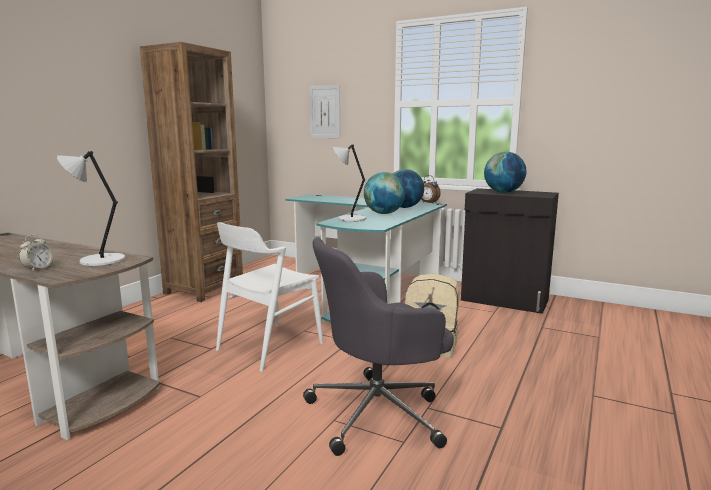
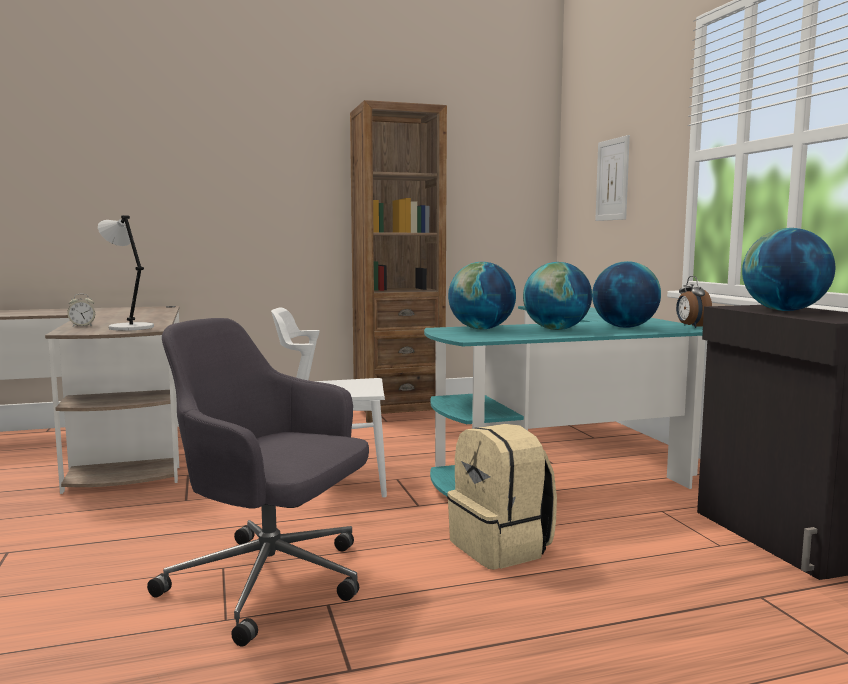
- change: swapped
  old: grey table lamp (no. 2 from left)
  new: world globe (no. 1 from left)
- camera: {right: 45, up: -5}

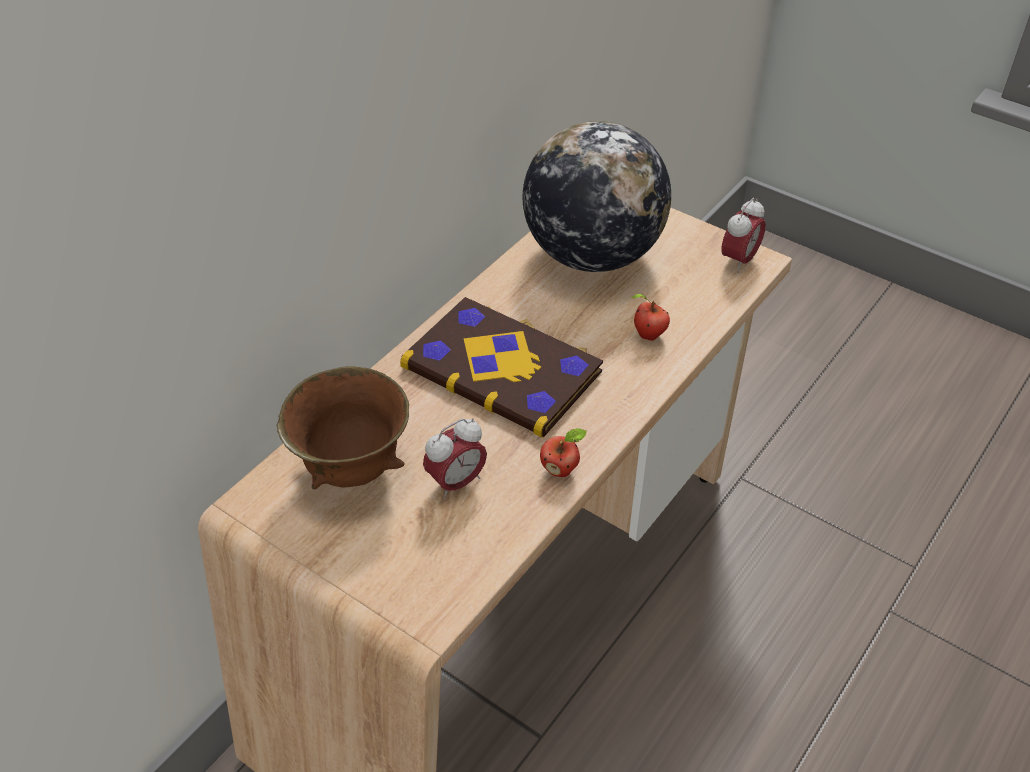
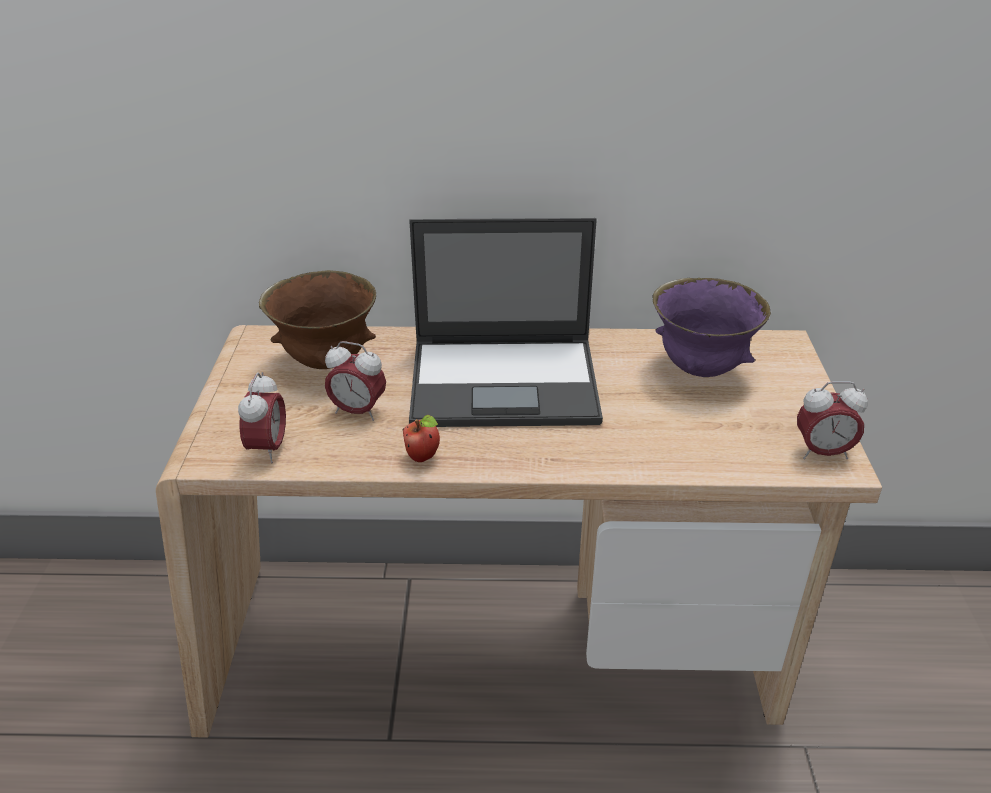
- change: new
  new: table clock (no. 1 from left)
- change: swapped
  old: bound book
  new: portable computer
- change: swapped
  old: world globe
  new: purple-coloured bowl
- change: gone
  old: whole apple (no. 2 from left)
- camera: {right: 55, up: -10}

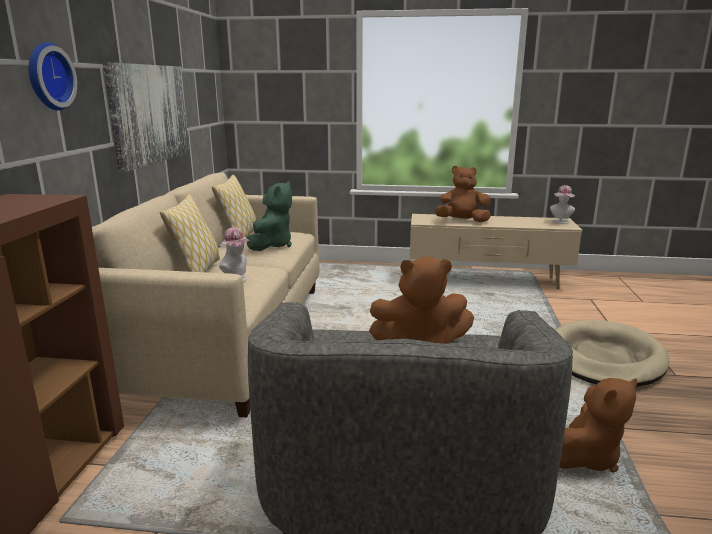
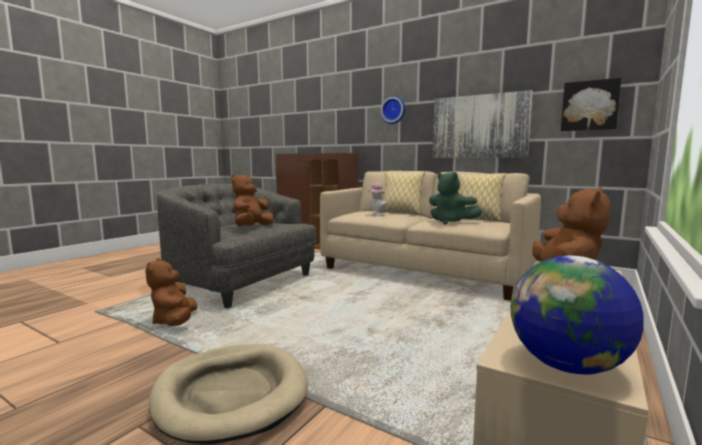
- change: swapped
  old: wearable hat (no. 2 from left)
  new: world globe
- change: new
  new: wall art (no. 2 from left)
- camera: {right: 115, up: -10}

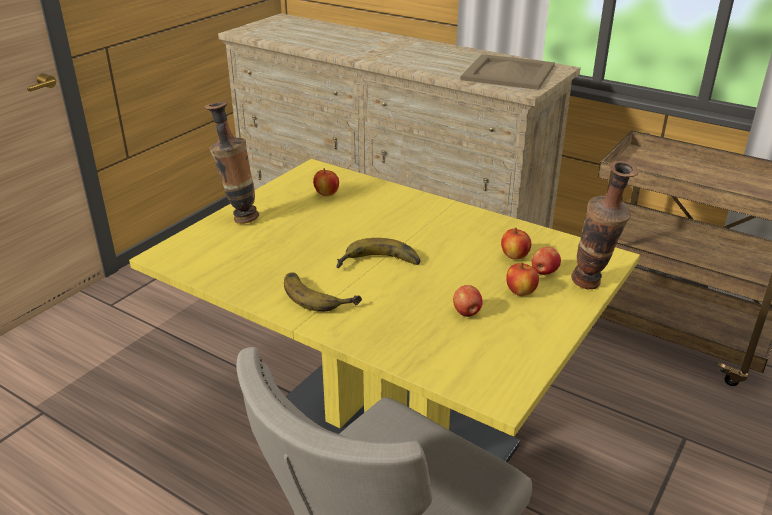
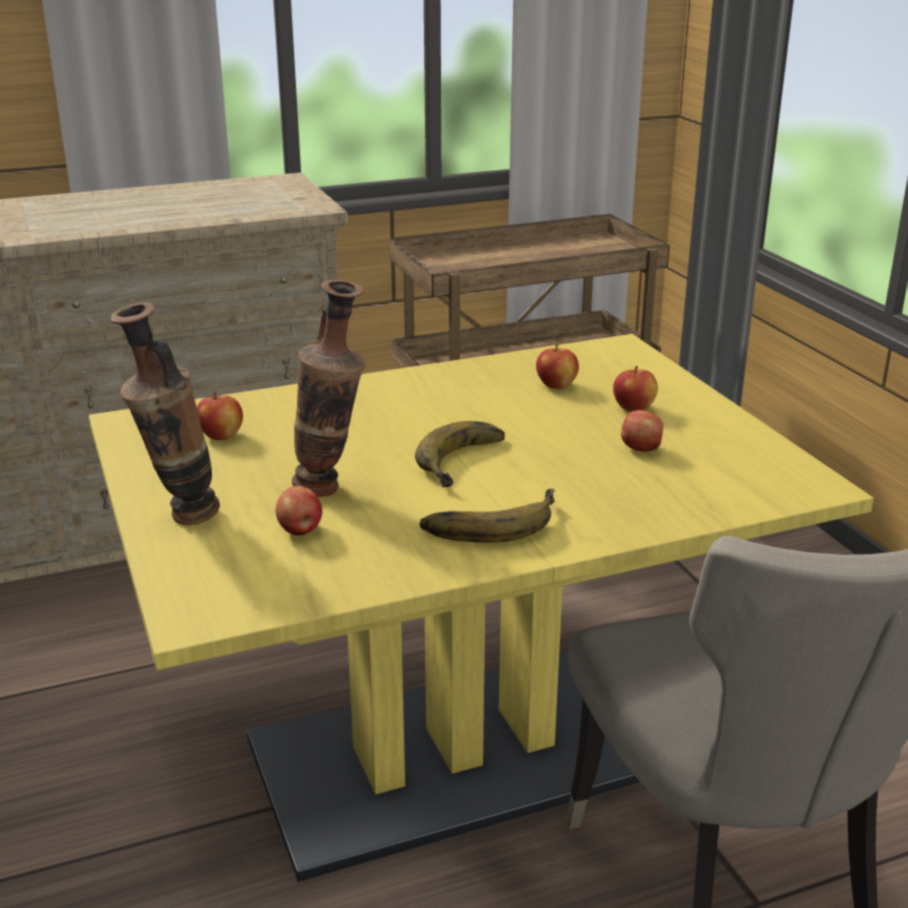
- change: shifted
  old: whole apple (no. 5 from left in the first image)
  new: whole apple (no. 2 from left)
- change: shifted
  old: decorative vase (no. 2 from left)
- change: gone
  old: beige-coloured carrying tray
- camera: {right: -55, up: -5}

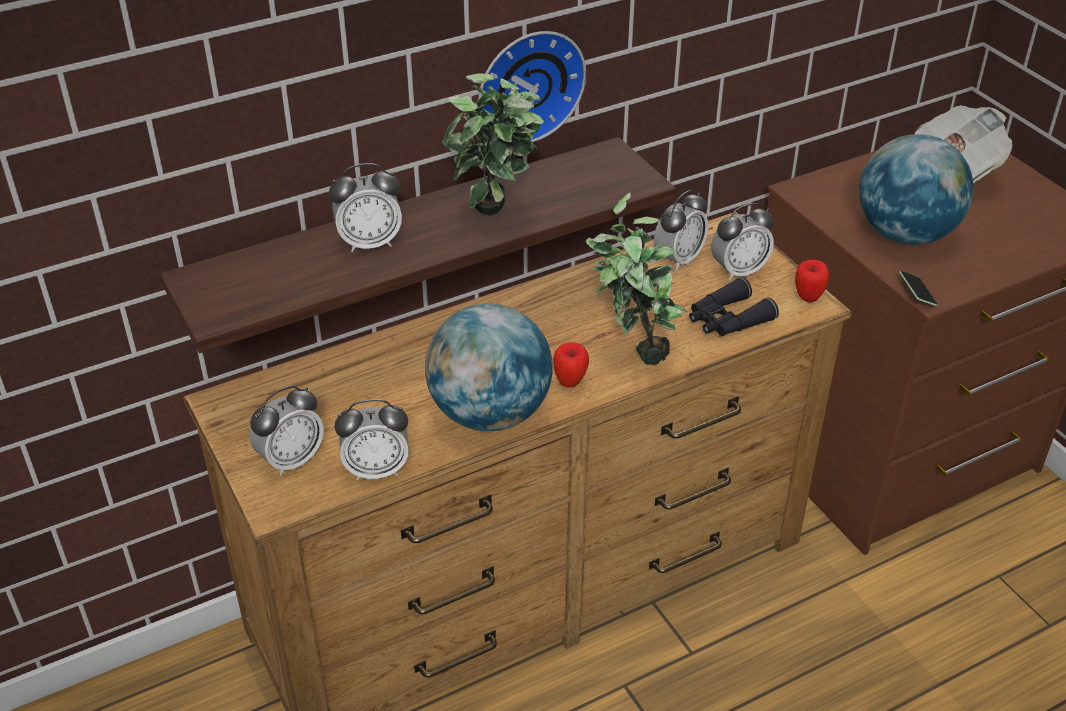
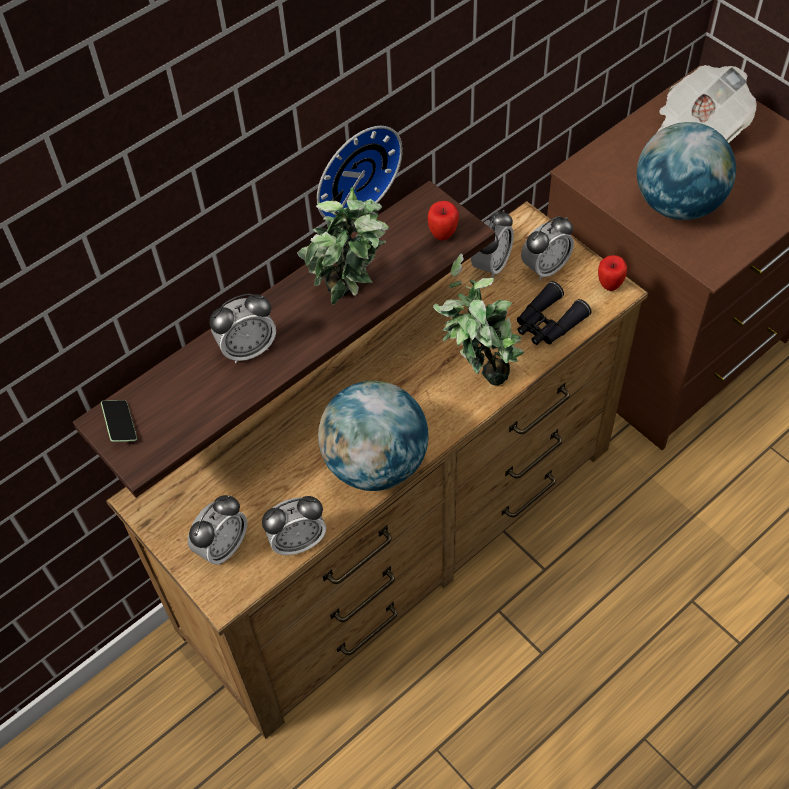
- change: shifted
  old: phone
- change: shifted
  old: whole apple (no. 1 from left)
- camera: {right: -10, up: 15}

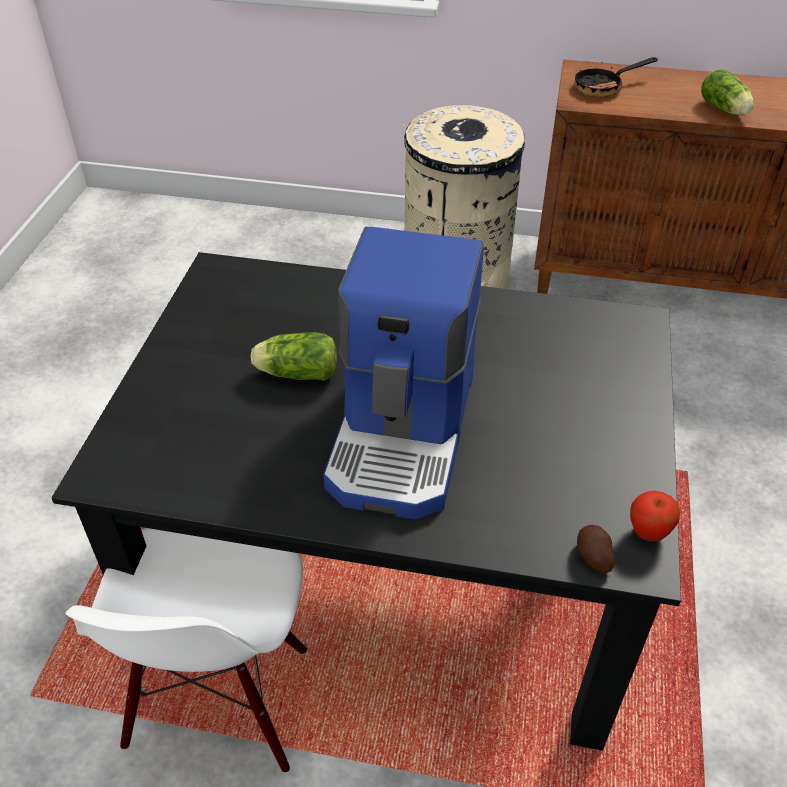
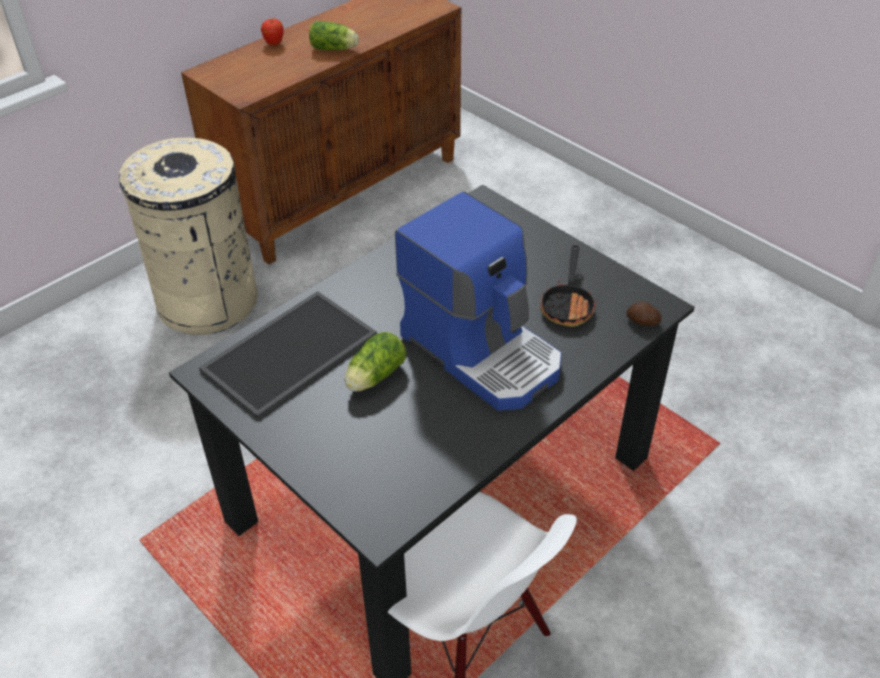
- change: new
  new: carrying tray
- change: shifted
  old: whole apple
- change: shifted
  old: skillet
- camera: {right: -55, up: 0}

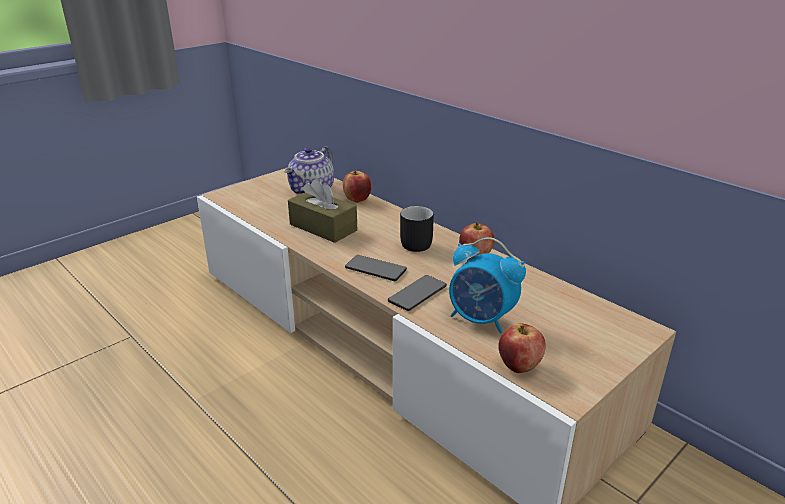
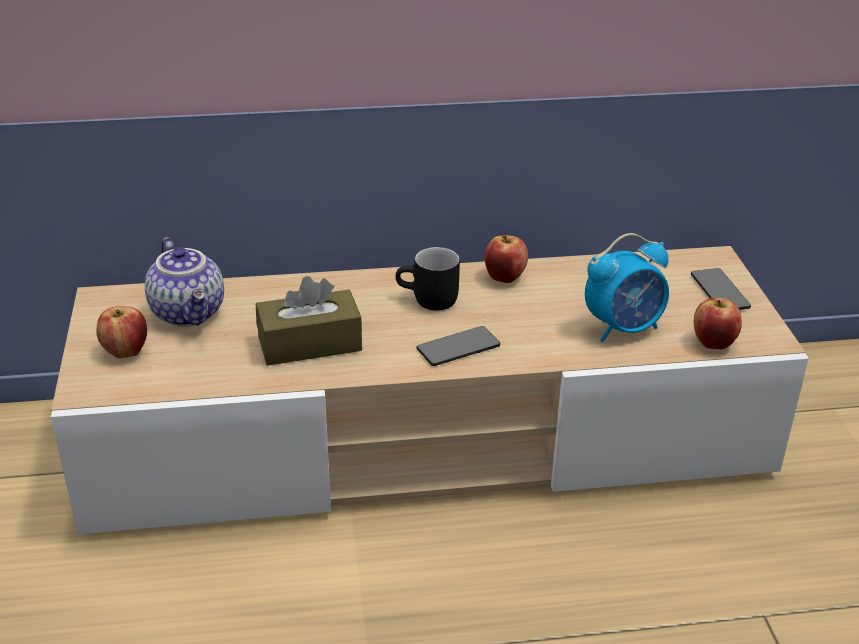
- change: shifted
  old: whole apple (no. 1 from left)
- change: shifted
  old: phone (no. 2 from left)
- camera: {right: -55, up: 5}

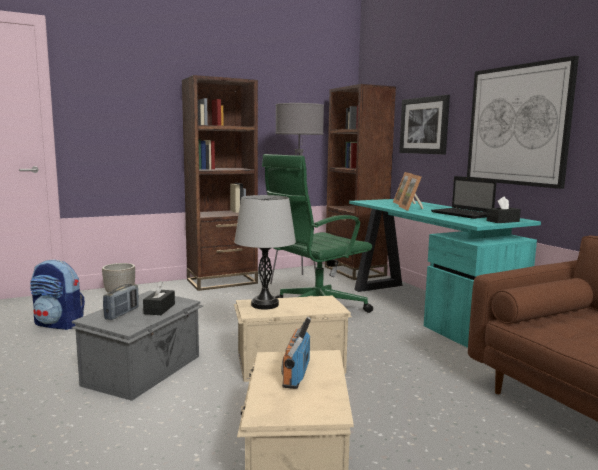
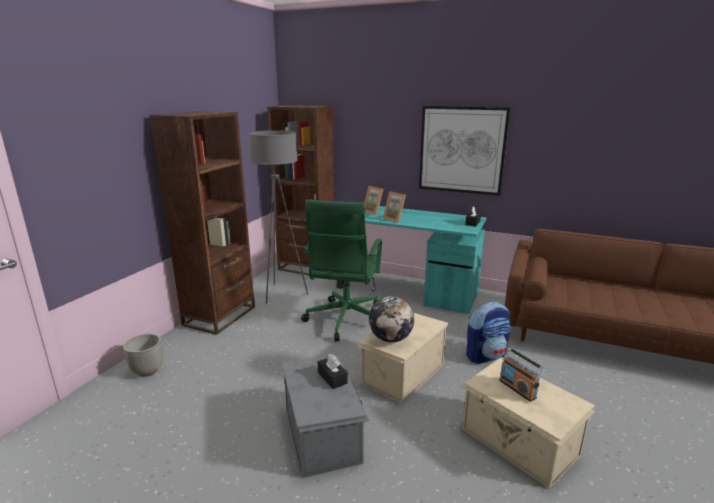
- change: swapped
  old: grey table lamp
  new: world globe
- change: shifted
  old: rucksack
- change: gone
  old: radio (no. 1 from left)
- change: gone
  old: wall art (no. 1 from left)
- change: gone
  old: portable computer
- camera: {right: -40, up: 10}

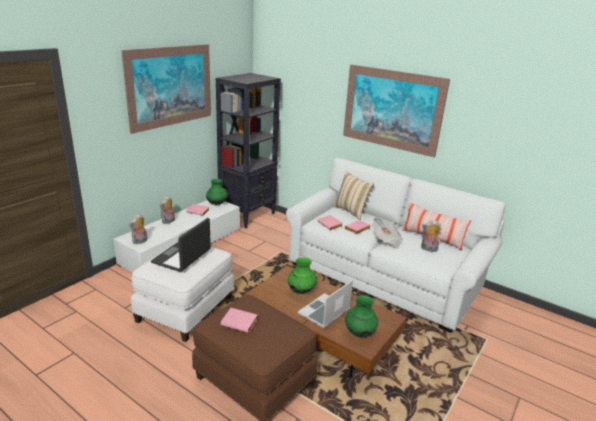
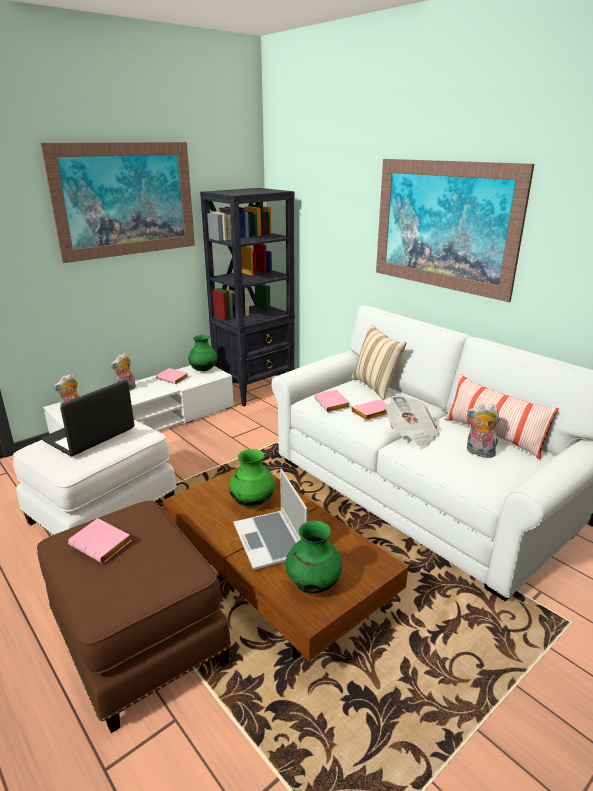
- change: rotated
  old: portable computer (no. 2 from left)
  degrees: -75
- camera: {right: 15, up: 0}

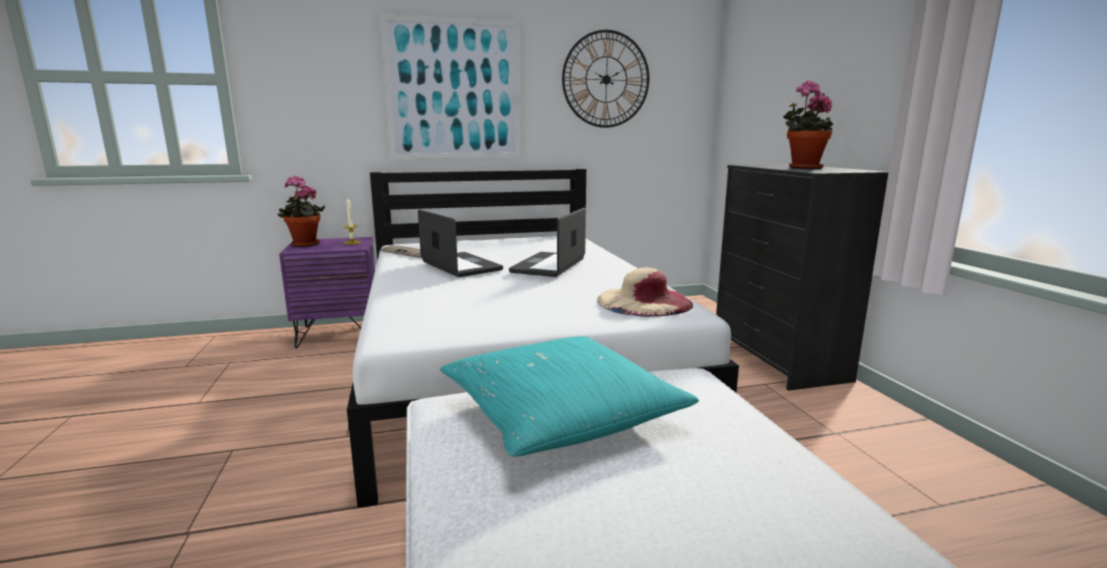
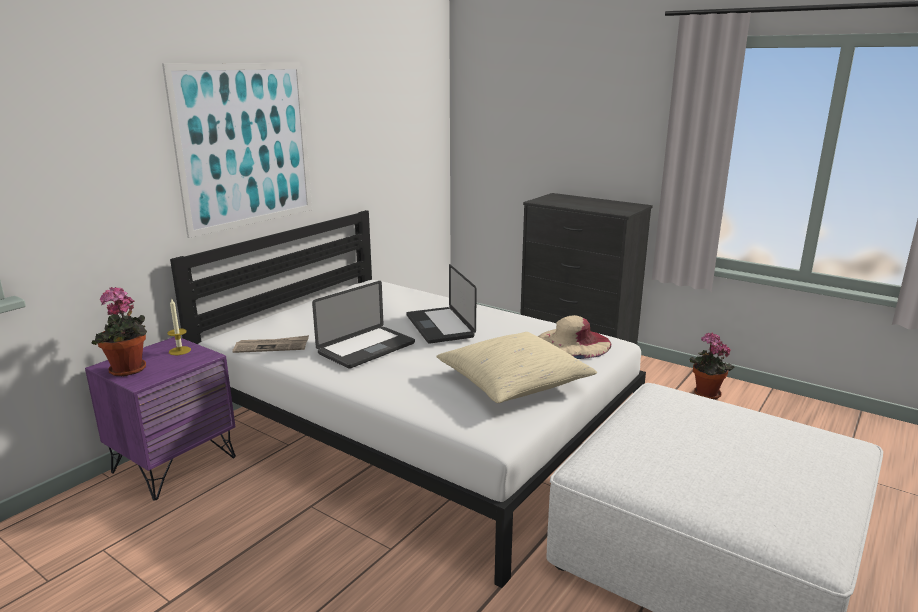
- change: rotated
  old: portable computer (no. 1 from left)
  degrees: 120
- change: new
  new: beige-coloured throw pillow
- change: shifted
  old: plant in a pot (no. 2 from left)
- change: gone
  old: turquoise-coloured throw pillow
- change: gone
  old: clock on the wall
- camera: {right: -40, up: 5}

